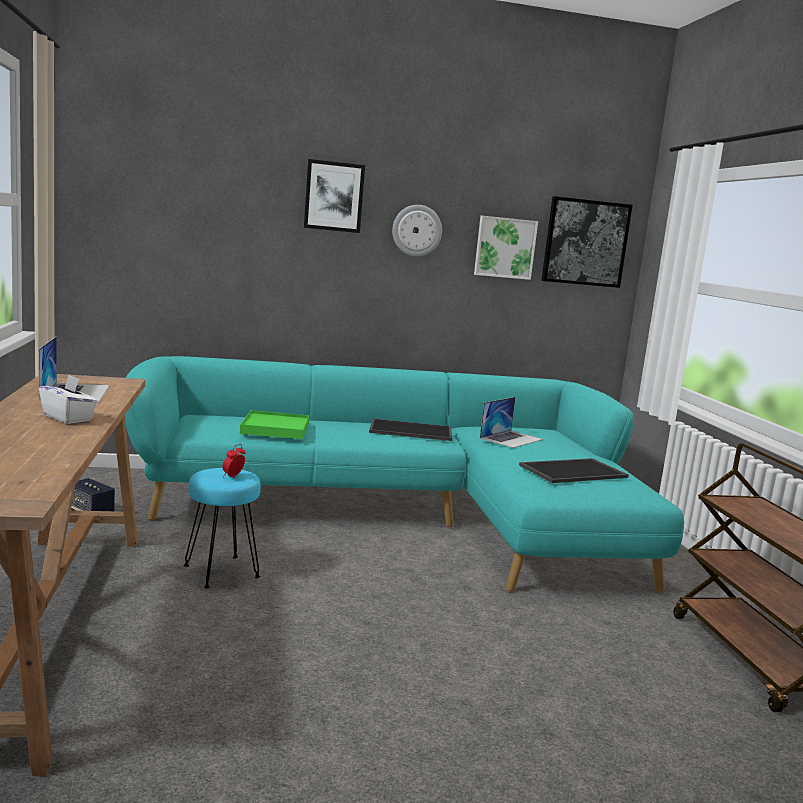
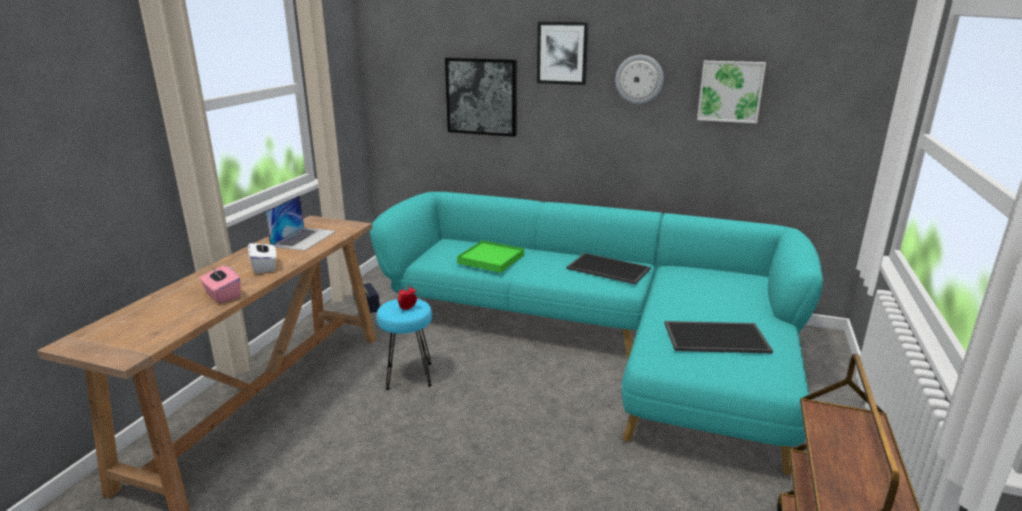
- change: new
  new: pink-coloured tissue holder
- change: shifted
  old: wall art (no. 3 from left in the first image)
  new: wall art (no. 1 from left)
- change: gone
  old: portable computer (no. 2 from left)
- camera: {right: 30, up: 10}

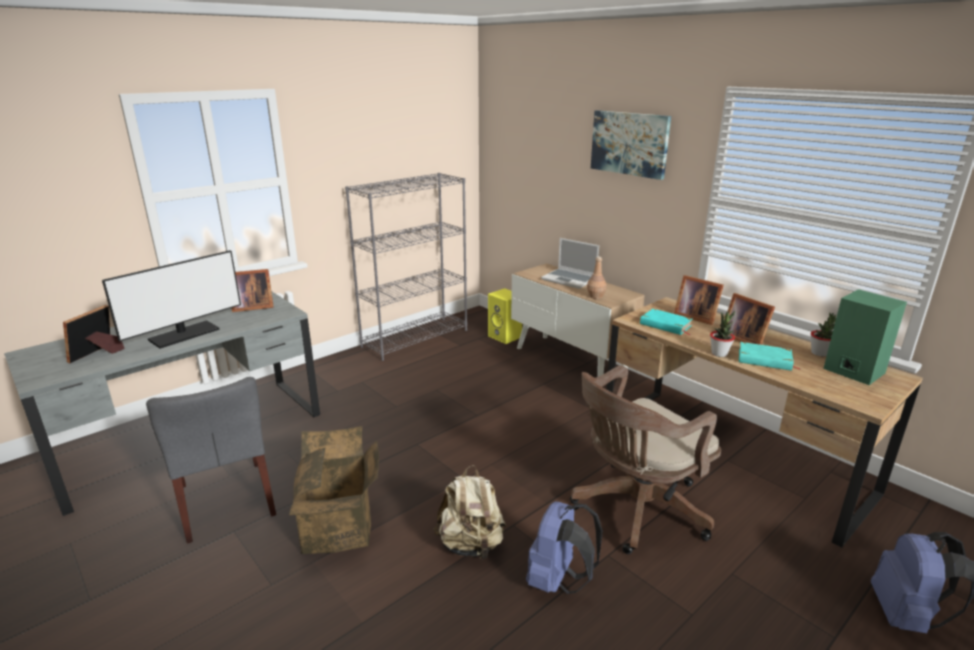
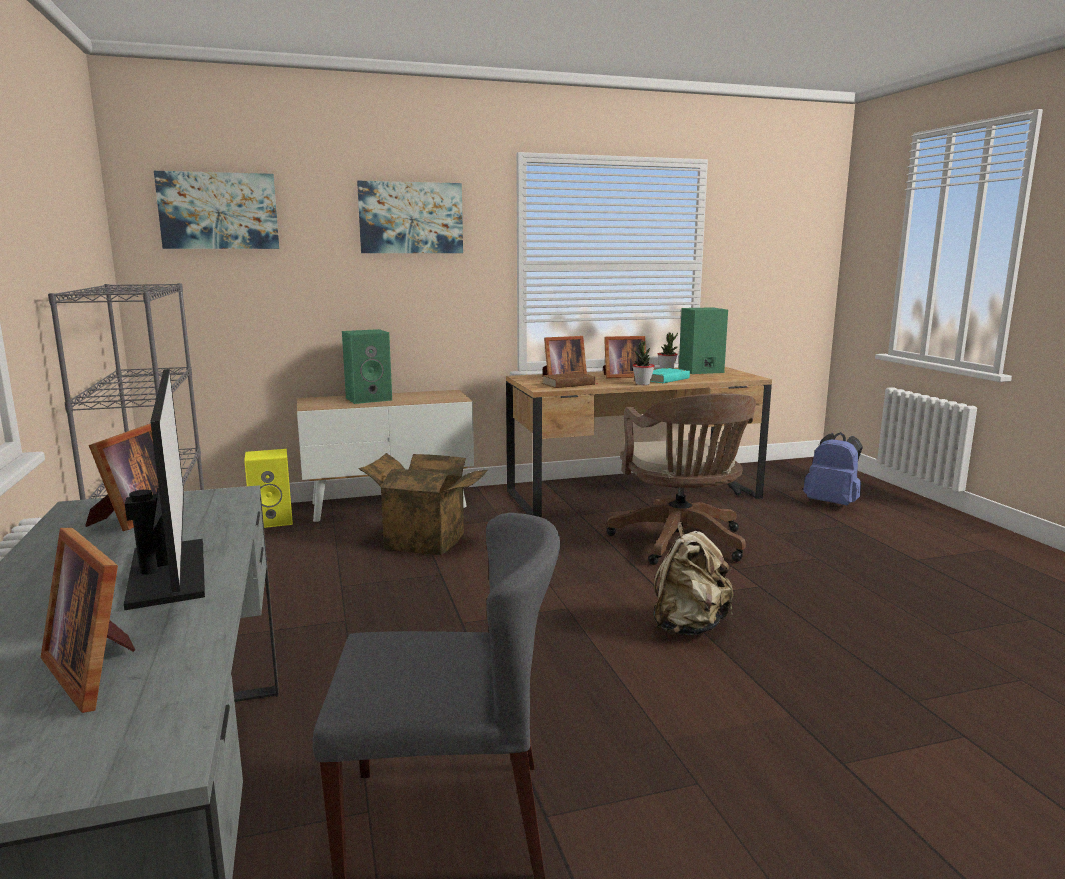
- change: new
  new: wall art (no. 1 from left)
- change: swapped
  old: portable computer
  new: green loudspeaker (no. 1 from left)
- change: shifted
  old: cardboard box
- change: repainted
  old: turquoise-coloured bound book (no. 1 from left)
  new: brown bound book
- change: gone
  old: bluish rucksack (no. 1 from left)
- change: gone
  old: brown drink bottle
- camera: {right: -65, up: -10}

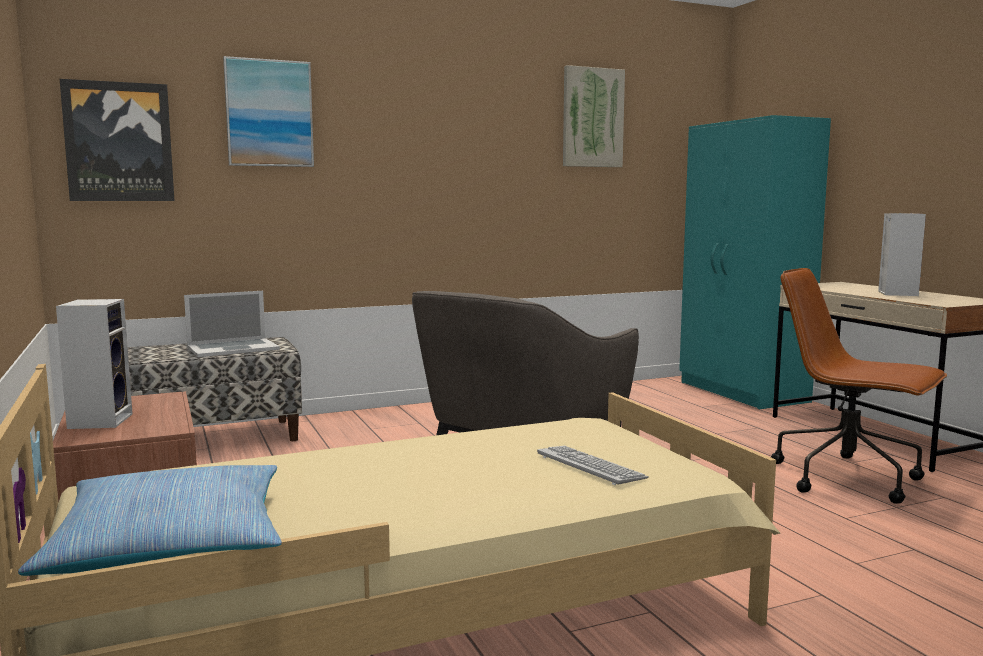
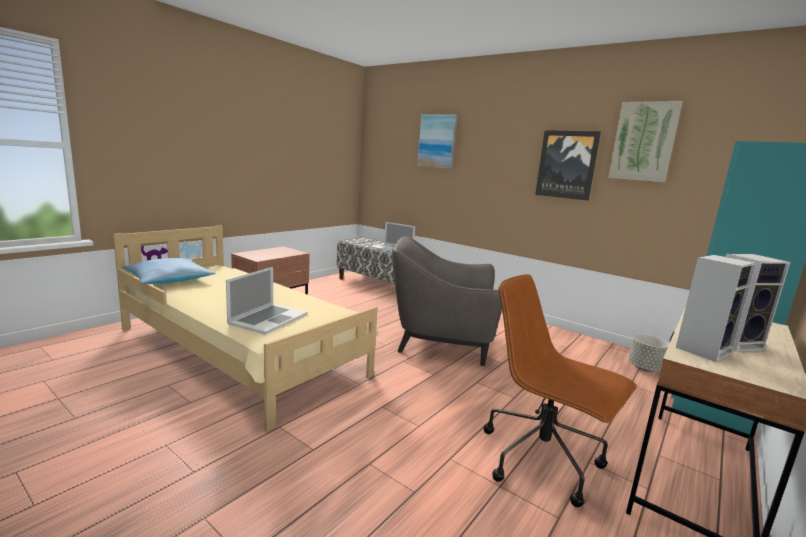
- change: swapped
  old: PC keyboard
  new: portable computer (no. 1 from left)
- change: rotated
  old: brown computer chair
  degrees: -60
- change: shifted
  old: wall art (no. 1 from left in the first image)
  new: wall art (no. 2 from left)
- change: new
  new: grey planter
- change: shifted
  old: loudspeaker (no. 1 from left)
- camera: {right: 60, up: 5}

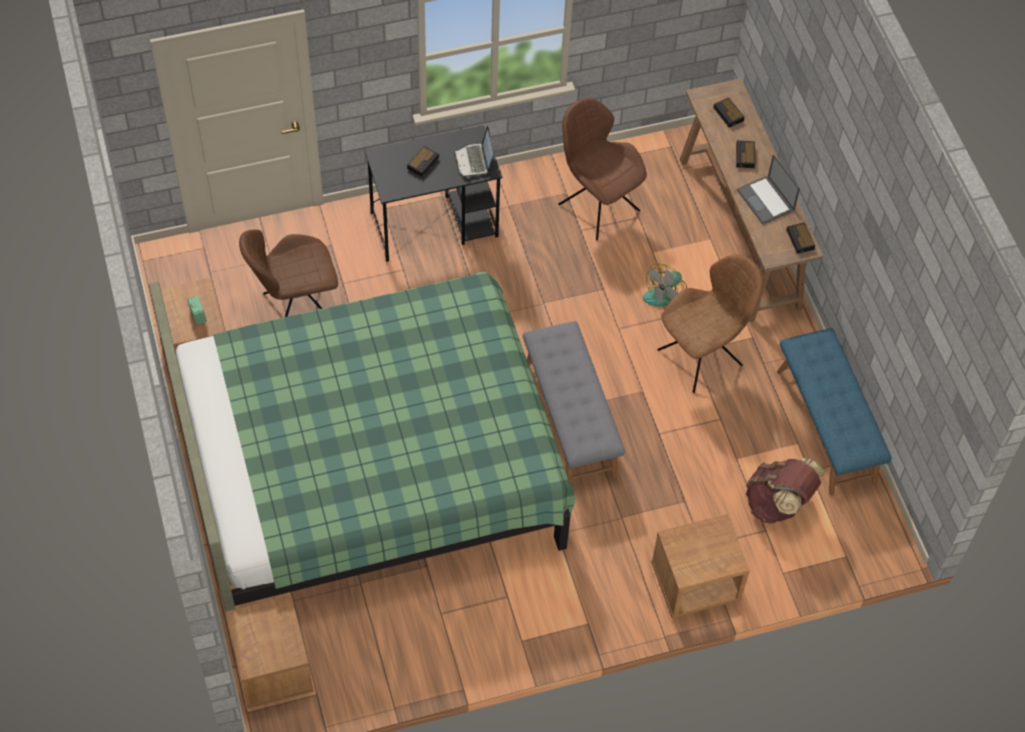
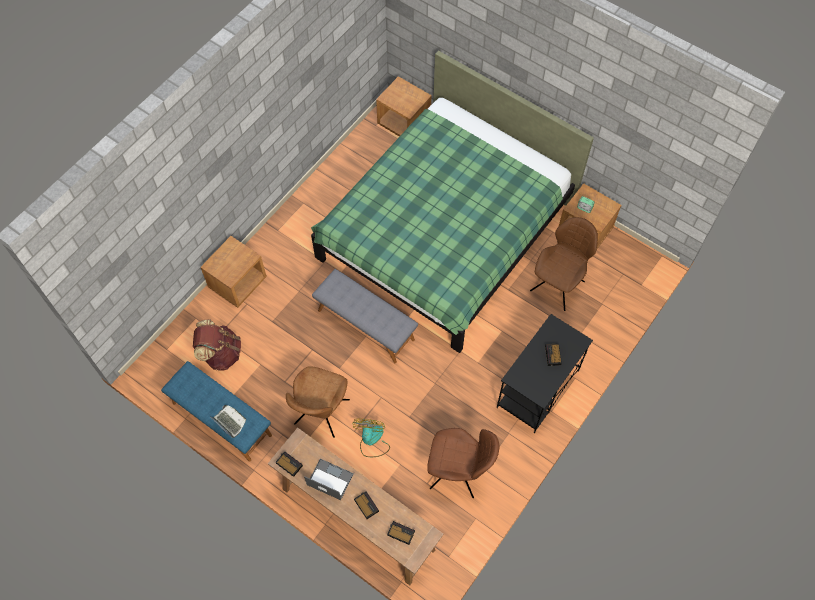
- change: shifted
  old: portable computer (no. 1 from left)
- camera: {right: 145, up: 5}

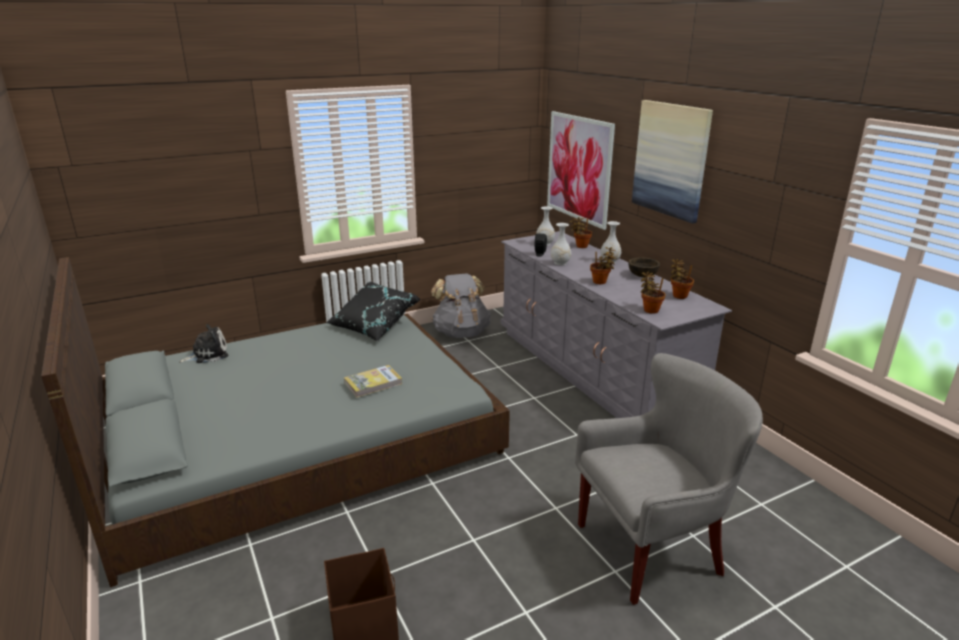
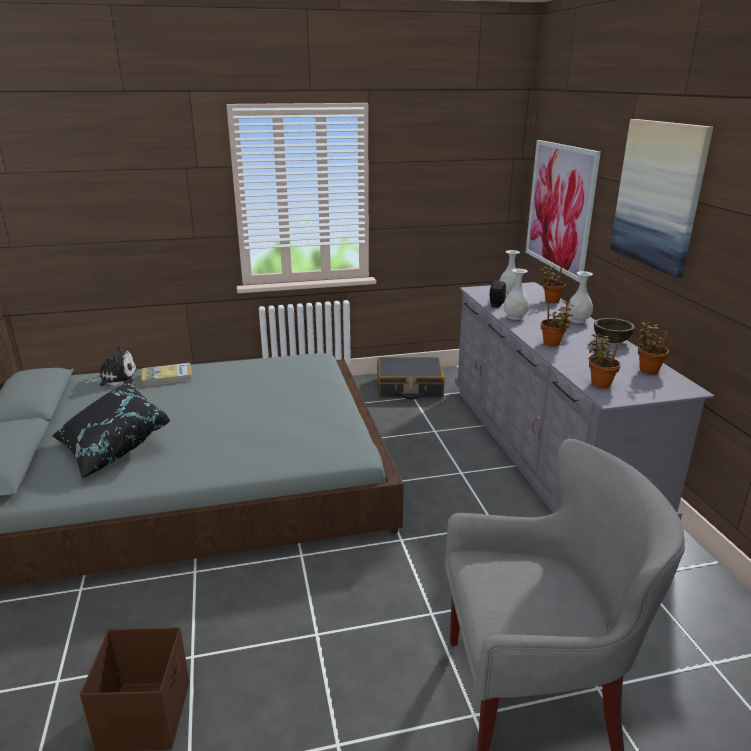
- change: shifted
  old: blackish throw pillow
- change: shifted
  old: bound book
- change: swapped
  old: grey rucksack
  new: blackish travel case
- camera: {right: 15, up: 0}

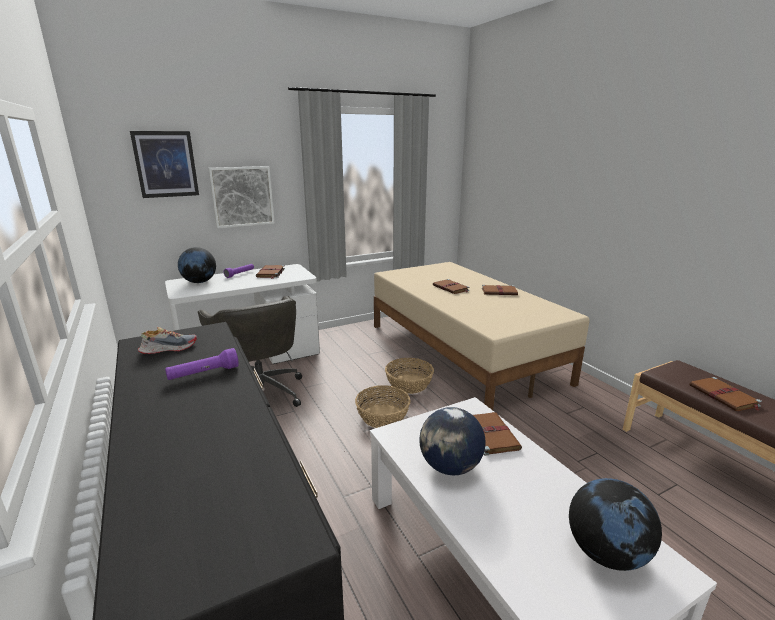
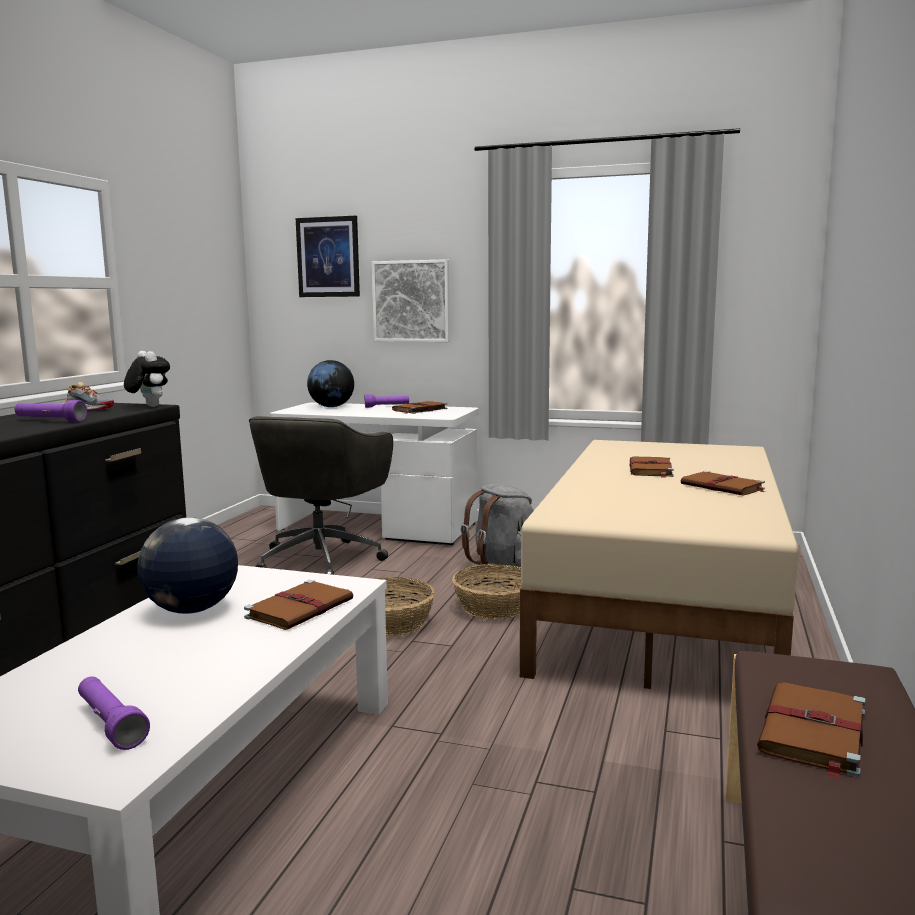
- change: swapped
  old: world globe (no. 3 from left)
  new: purple-coloured flashlight (no. 2 from left)
- change: new
  new: soft toy
- change: new
  new: grey rucksack
- camera: {right: 45, up: -10}

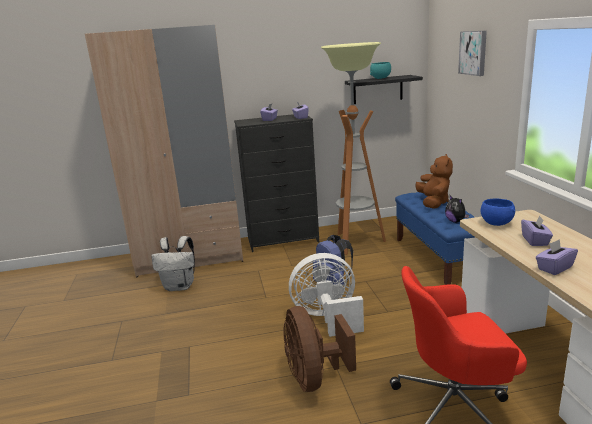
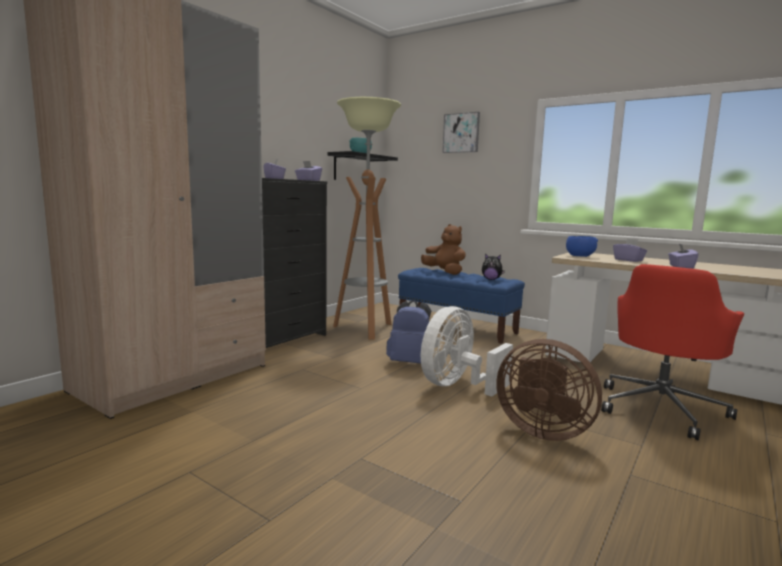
- change: gone
  old: white rucksack
- camera: {right: -45, up: -10}

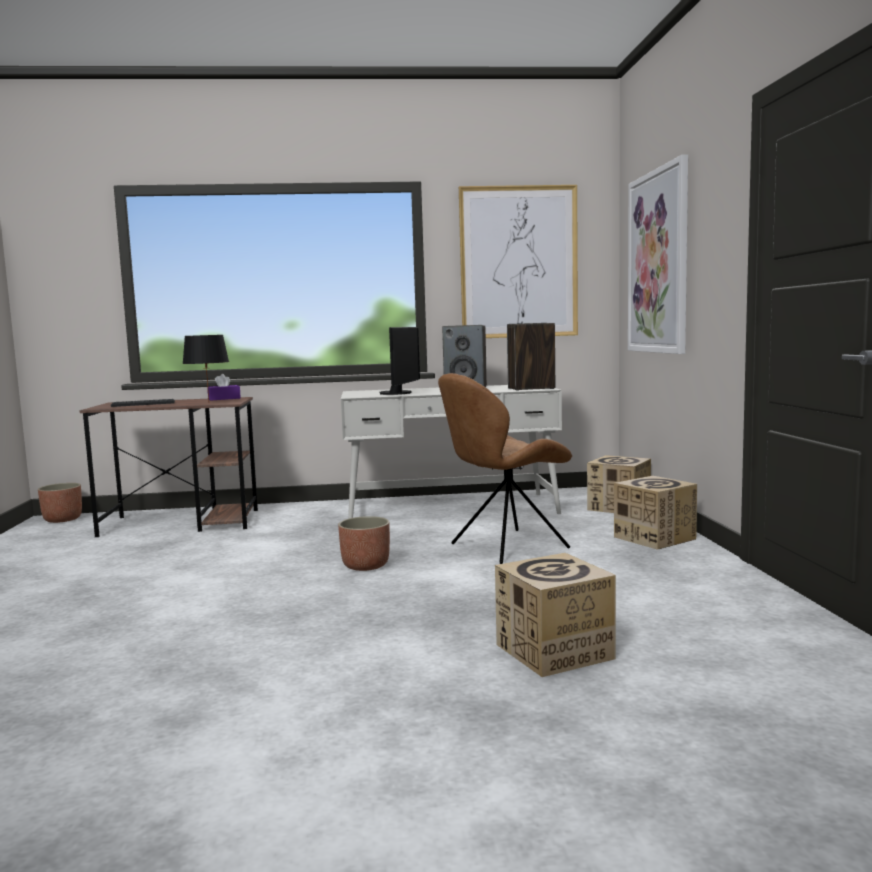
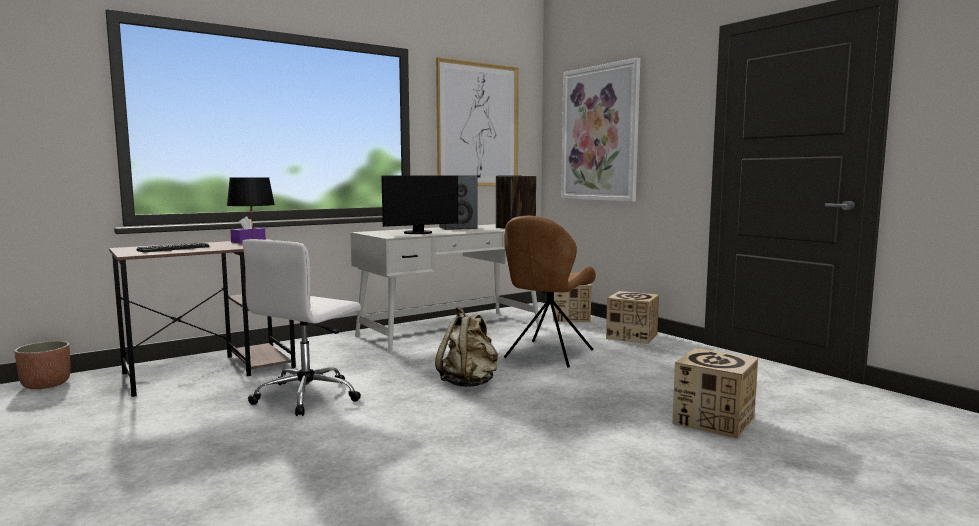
- change: new
  new: white computer chair
- change: rotated
  old: computer display
  degrees: 75
- change: swapped
  old: planter (no. 2 from left)
  new: beige-coloured rucksack
- camera: {right: -30, up: 0}

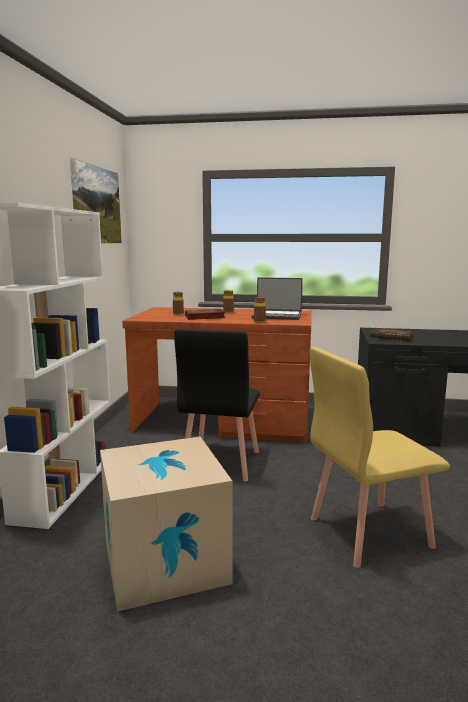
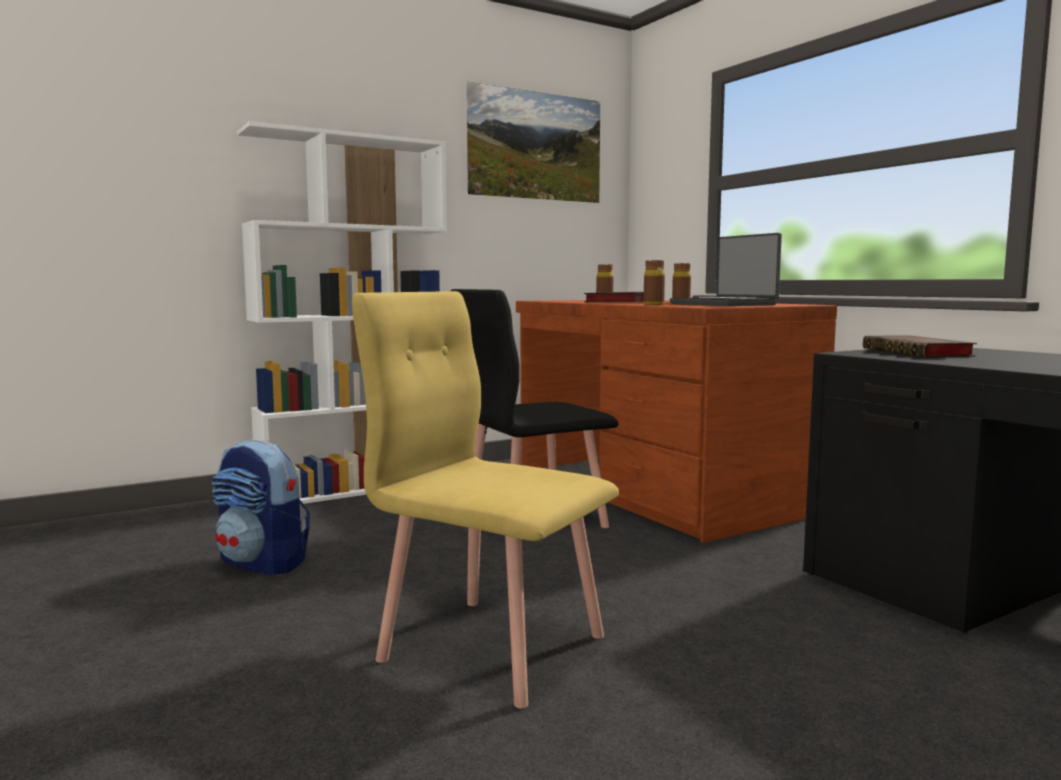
- change: swapped
  old: cardboard box
  new: rucksack
- camera: {right: 50, up: -5}

